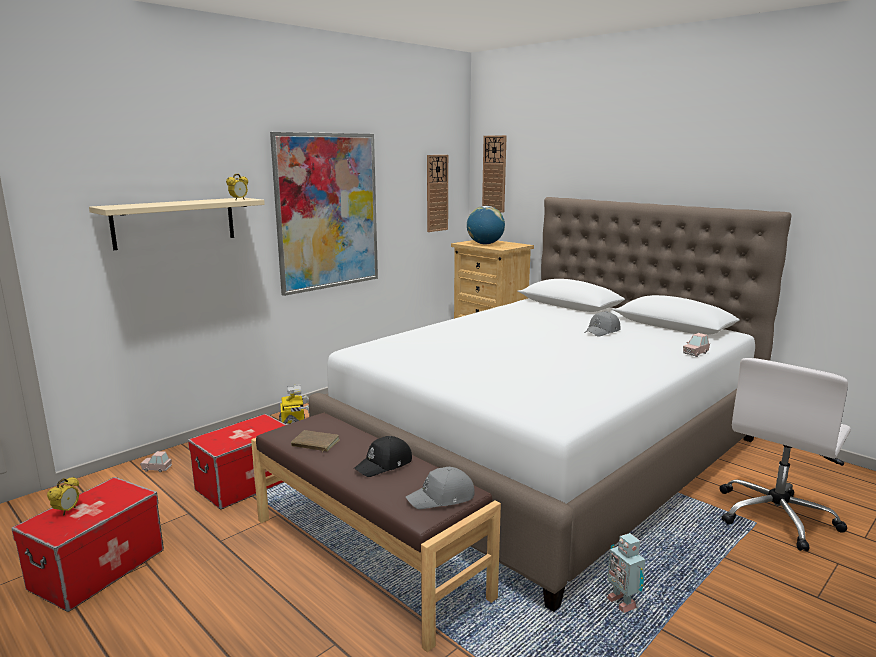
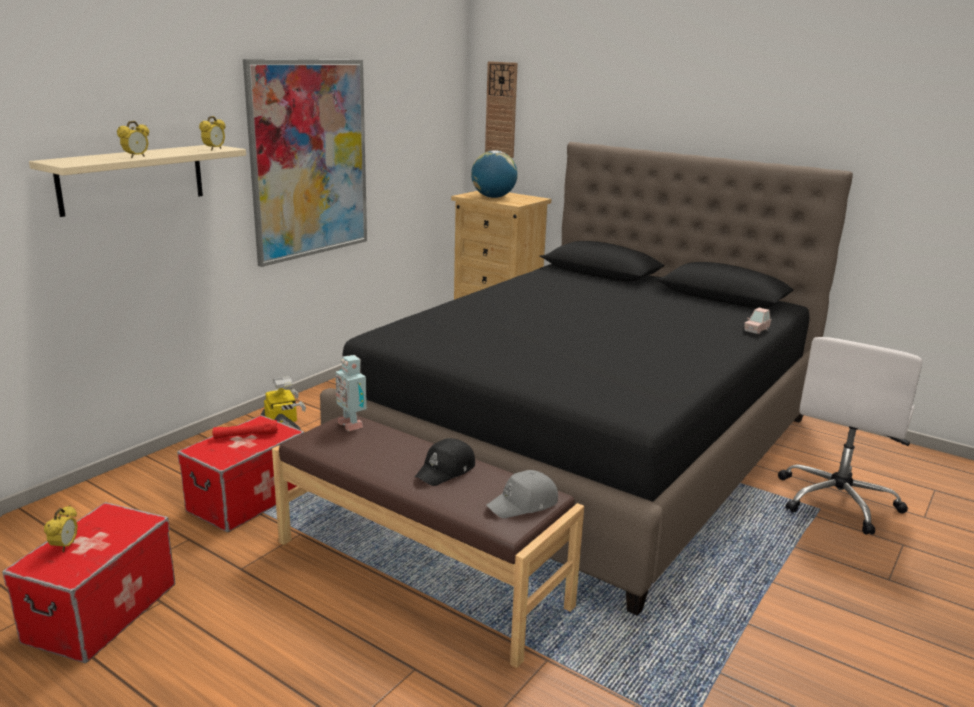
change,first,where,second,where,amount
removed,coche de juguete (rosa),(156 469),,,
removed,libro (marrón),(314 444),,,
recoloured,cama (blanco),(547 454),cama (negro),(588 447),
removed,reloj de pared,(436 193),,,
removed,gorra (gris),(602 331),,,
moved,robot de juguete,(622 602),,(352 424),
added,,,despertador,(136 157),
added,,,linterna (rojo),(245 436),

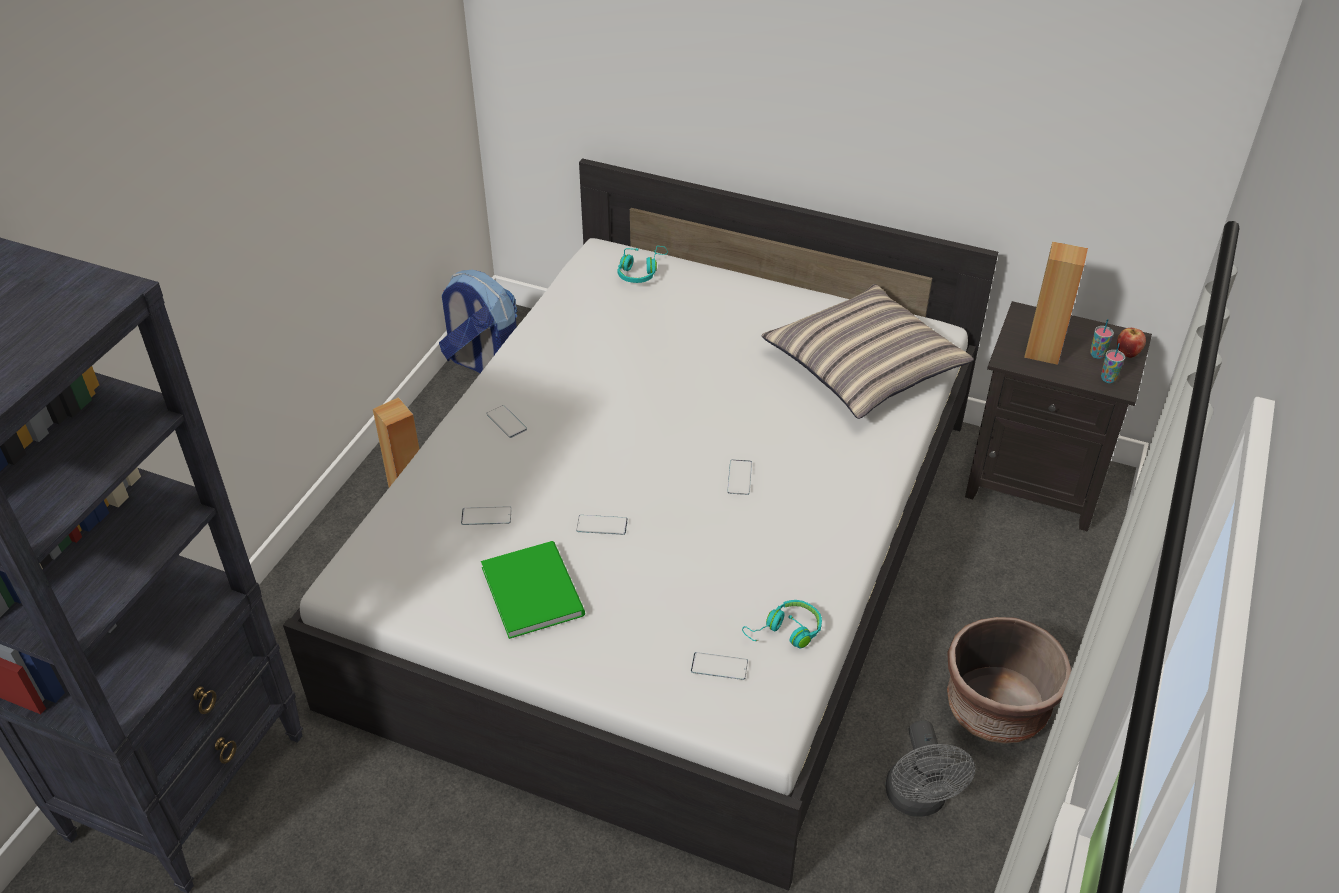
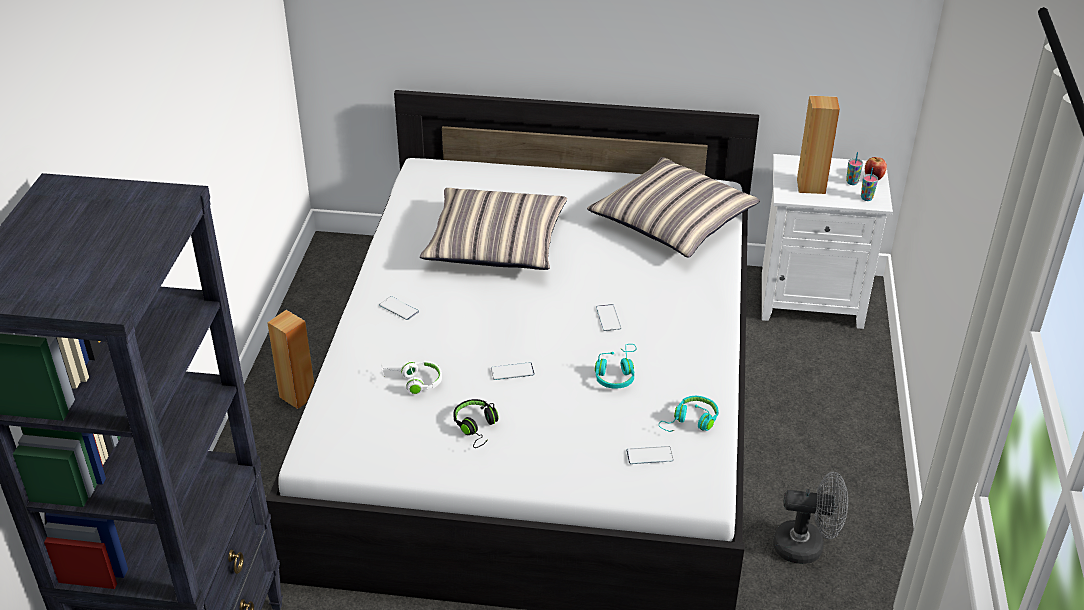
change,first,where,second,where,amount
removed,mochila,(484 366),,,
replaced,móvil,(486 516),auriculares (blanco),(413 382),
replaced,libro (verde),(534 588),auriculares (negro),(477 427),
moved,auriculares (turquesa),(641 271),,(616 374),
turned,ventilador (gris),(918 801),,(807 546),60 degrees counterclockwise
removed,maceta (marrón),(995 709),,,
recoloured,mesita de noche (negro),(1037 481),mesita de noche (blanco),(813 299),
added,,,cojín,(496 243),

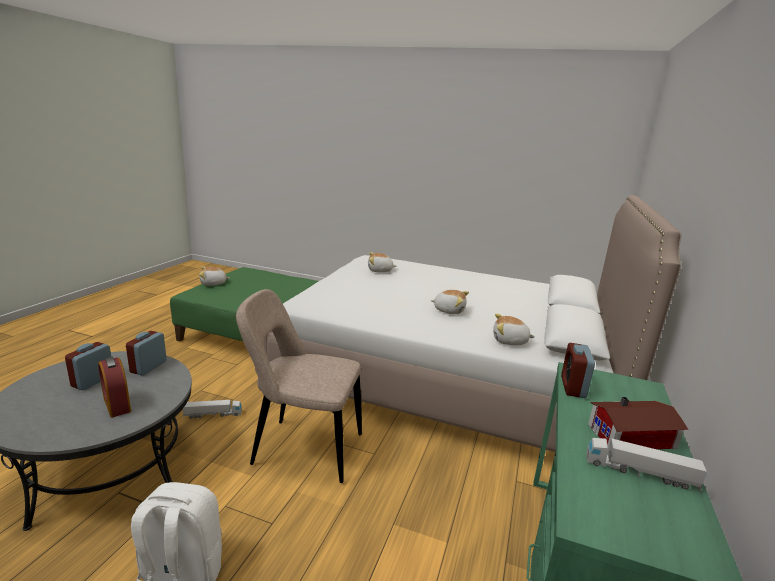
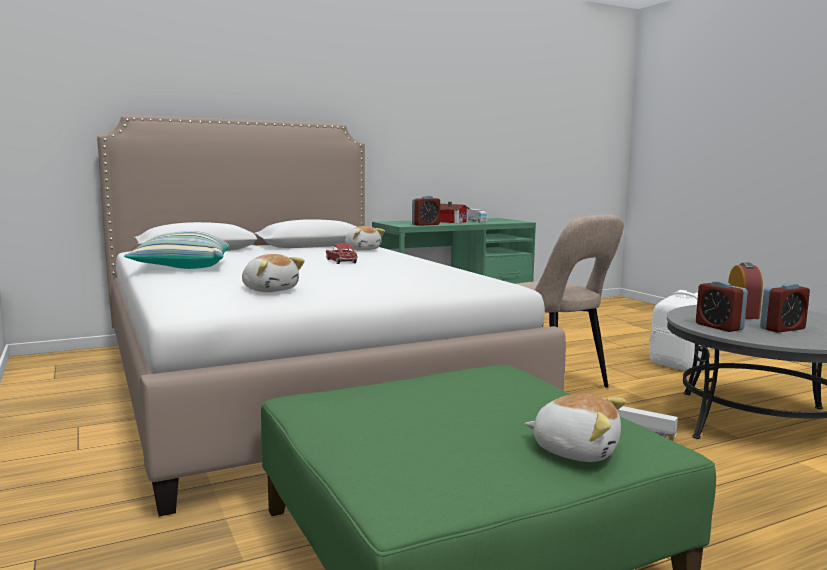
change,first,where,second,where,amount
turned,despertador,(148 367),,(719 327),90 degrees clockwise
replaced,peluche,(449 310),coche de juguete,(341 261),
added,,,cojín,(182 268),

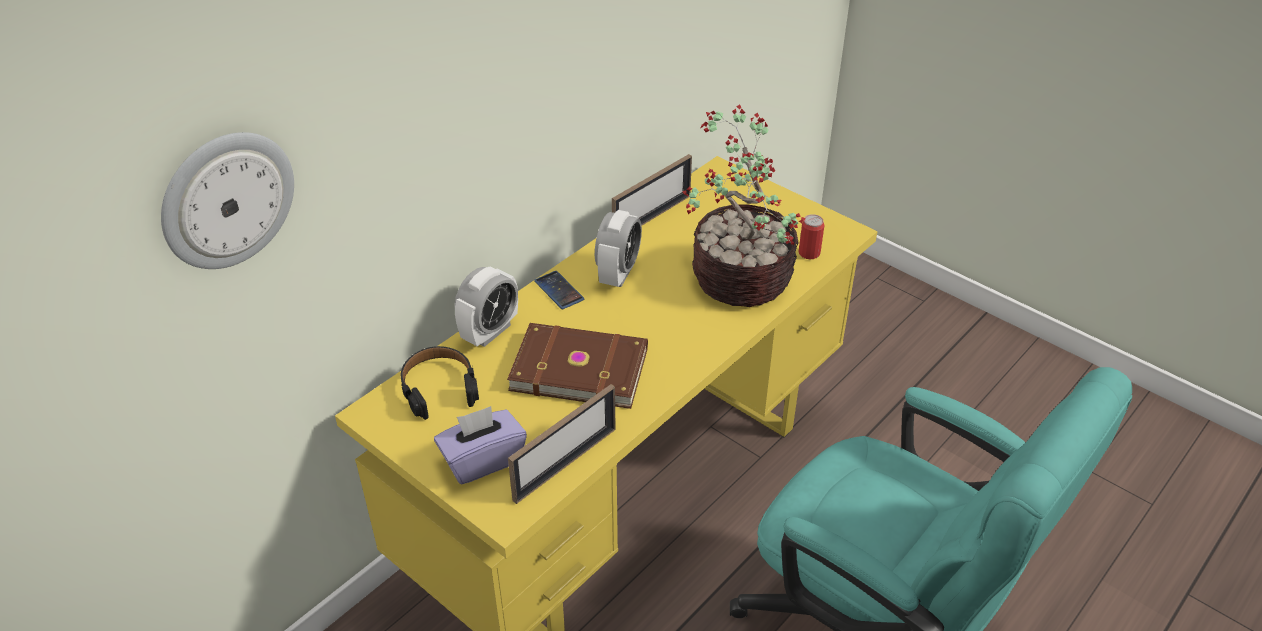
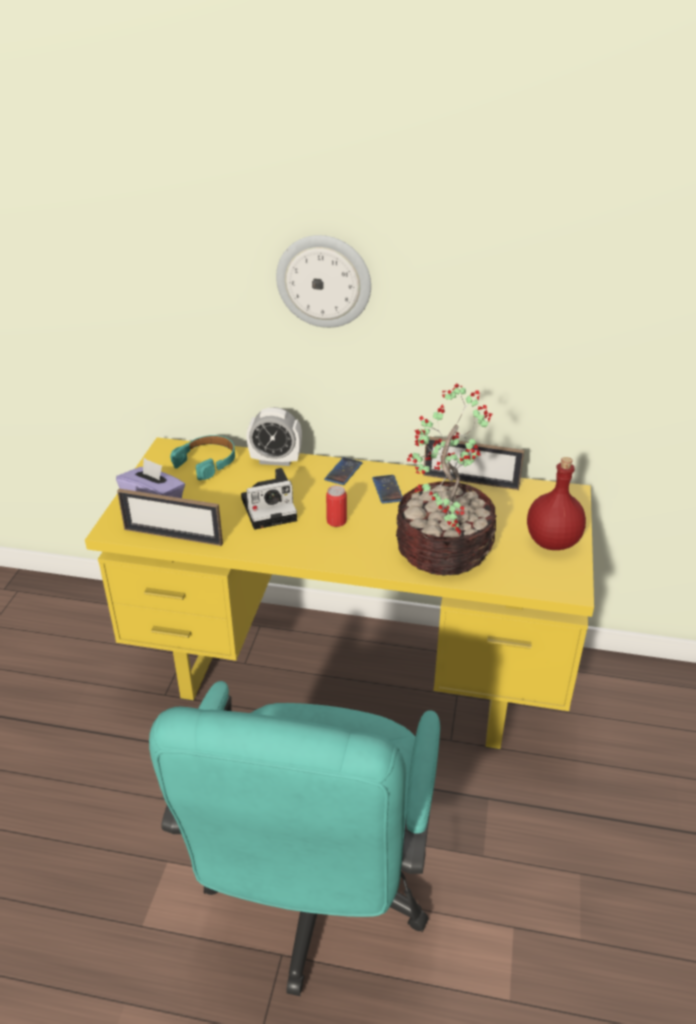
change,first,where,second,where,amount
moved,reloj de pared,(227 199),,(324 281),
recoloured,auriculares (negro),(439 388),auriculares (turquesa),(207 462),
replaced,libro (marrón),(579 367),cámara,(271 508),
replaced,despertador,(618 273),móvil,(387 489),
moved,lata,(809 253),,(336 521),
added,,,botella (rojo),(552 541),

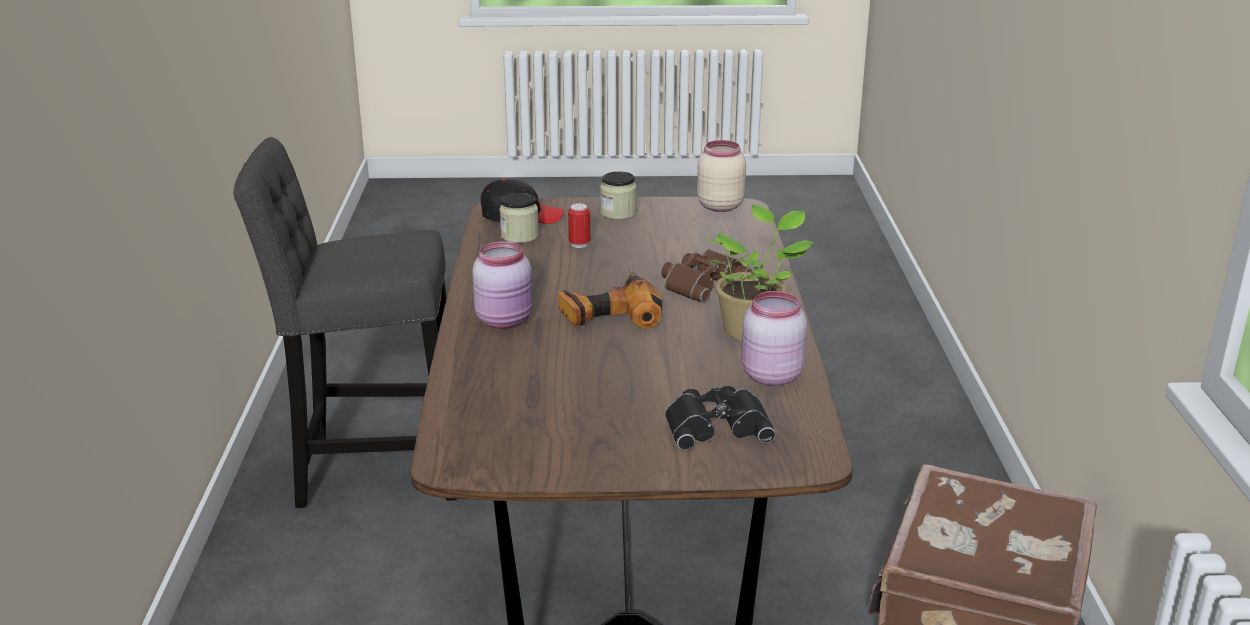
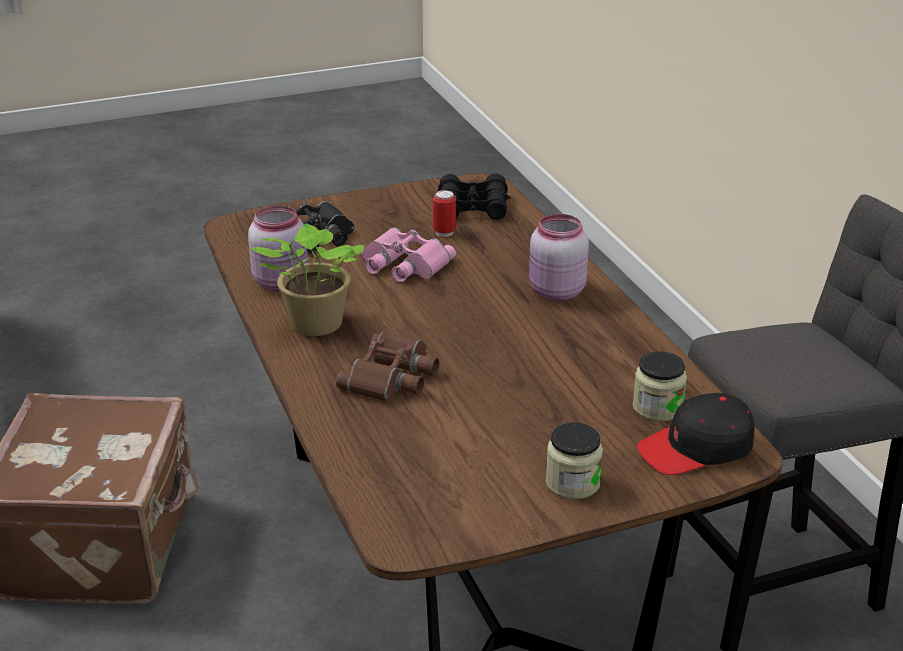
change,first,where,second,where,amount
removed,taladro,(608 312),,,
moved,lata,(579 244),,(444 232),
removed,tarro (beis),(719 206),,,
added,,,prismáticos (rosa),(403 264),
added,,,prismáticos (negro),(473 207),

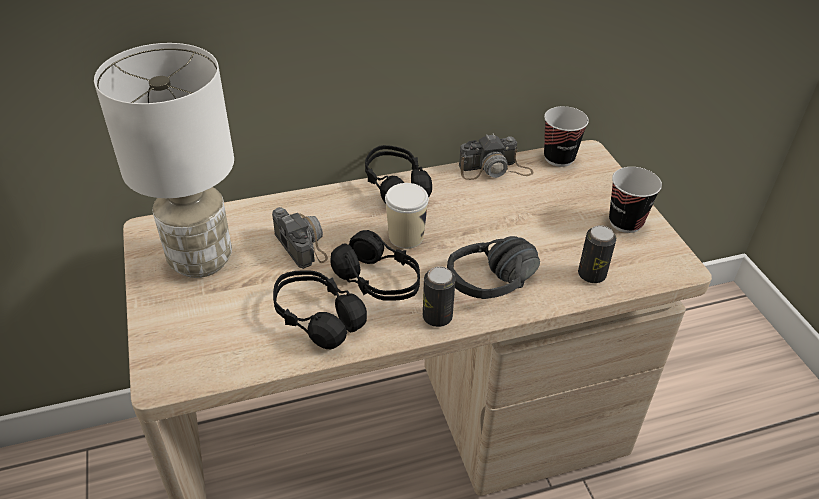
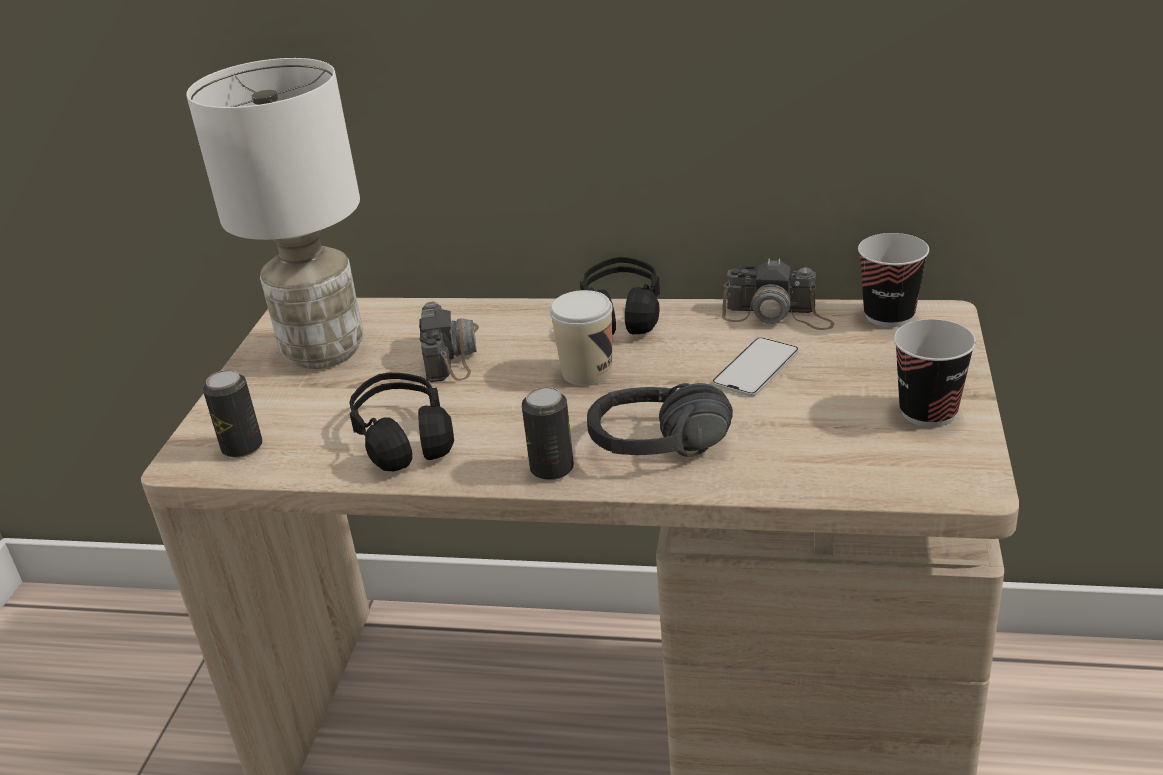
change,first,where,second,where,amount
removed,auriculares (negro),(378 281),,,
moved,lata,(591 275),,(242 447),
added,,,móvil,(756 368),

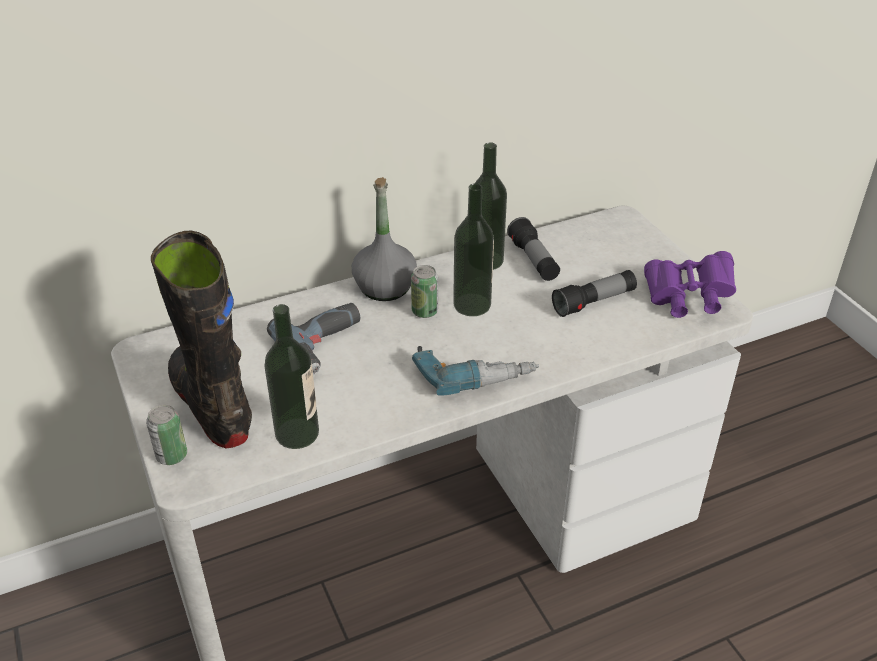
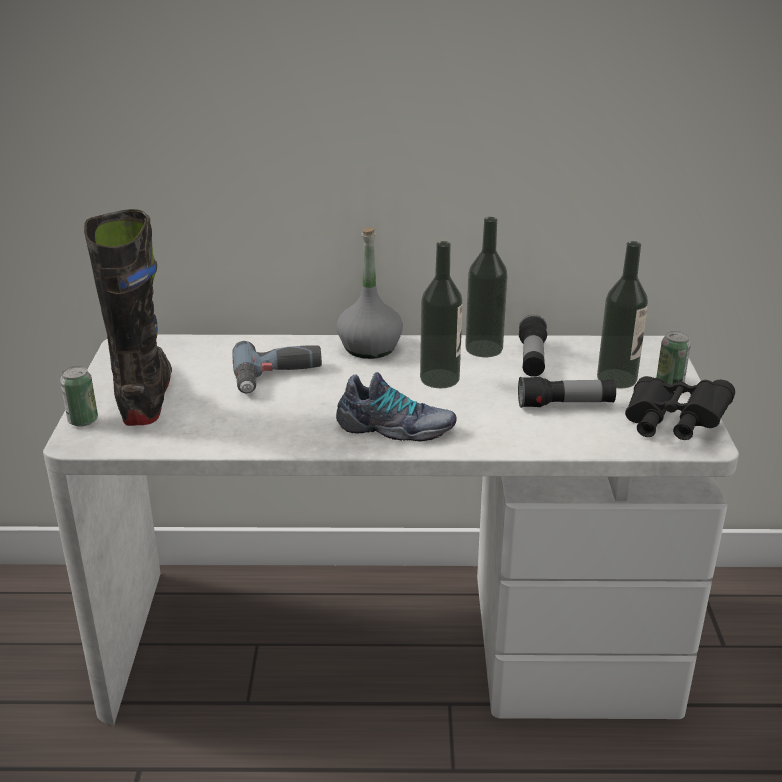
change,first,where,second,where,amount
moved,botella,(297 433),,(616 379),
moved,lata,(424 311),,(669 383),
replaced,taladro,(474 372),zapato,(395 429),
recoloured,prismáticos (morado),(687 298),prismáticos (negro),(672 424),

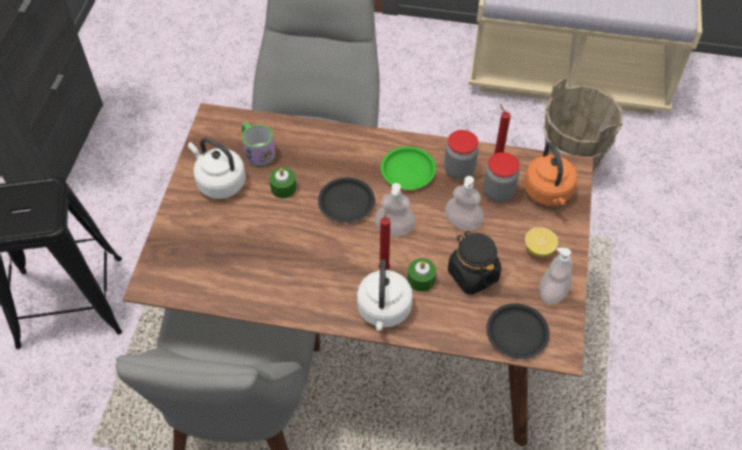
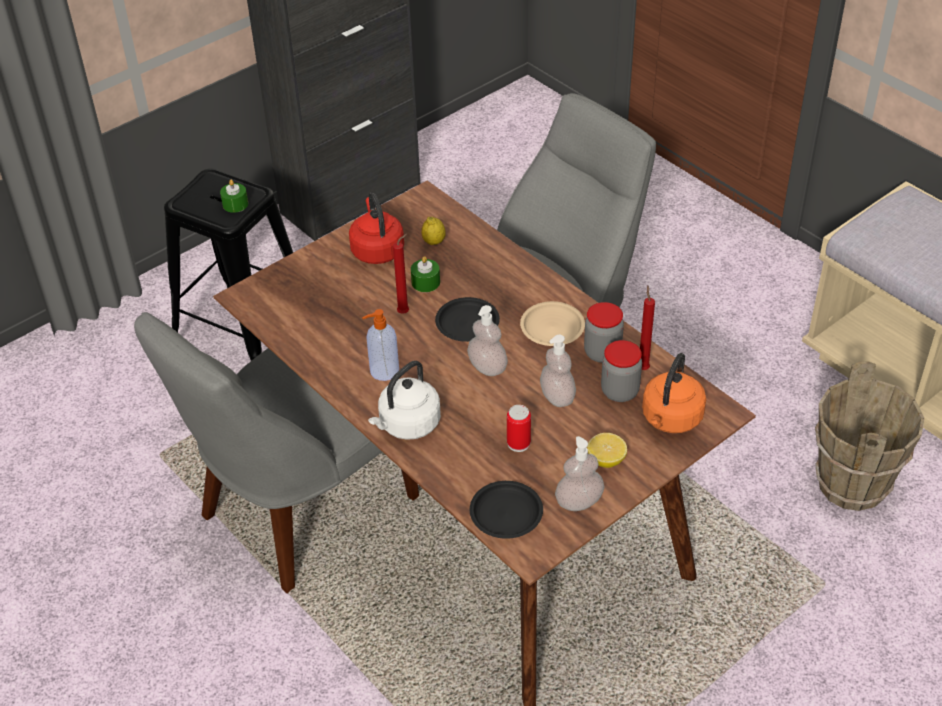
change,first,where,second,where,amount
recoloured,hervidor (blanco),(219 182),hervidor (rojo),(377 250),
replaced,taza grande,(257 151),limón,(434 242),
moved,vela (rojo),(385 267),,(405 312),
recoloured,plato (verde),(408 171),plato (beis),(552 328),
moved,vela (verde),(421 279),,(235 204),
replaced,tarro (negro),(472 274),lata,(518 443),
added,,,dispensador de jabón,(383 371),

